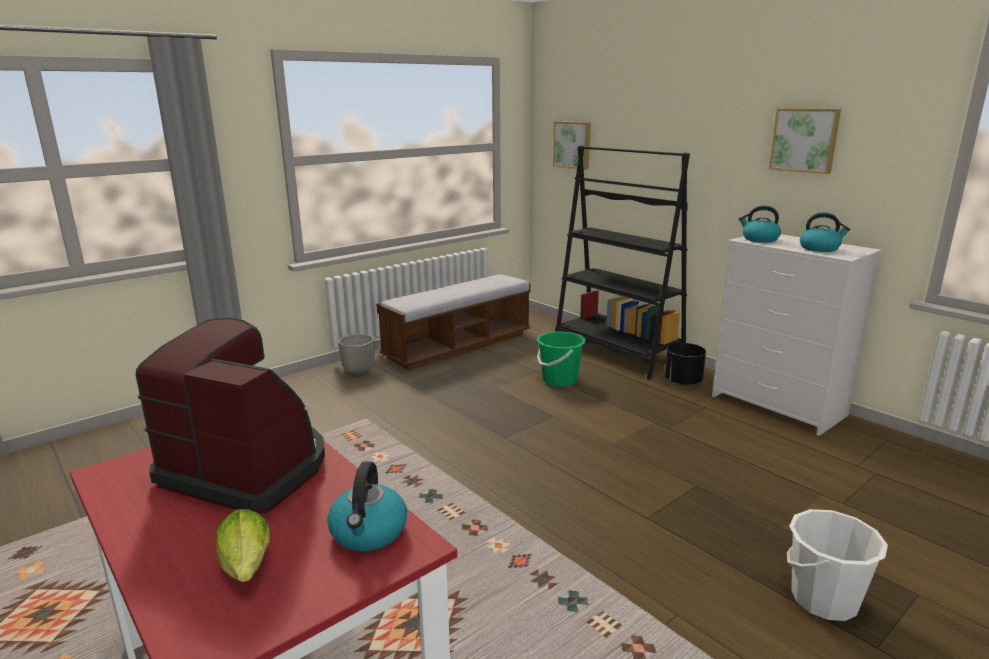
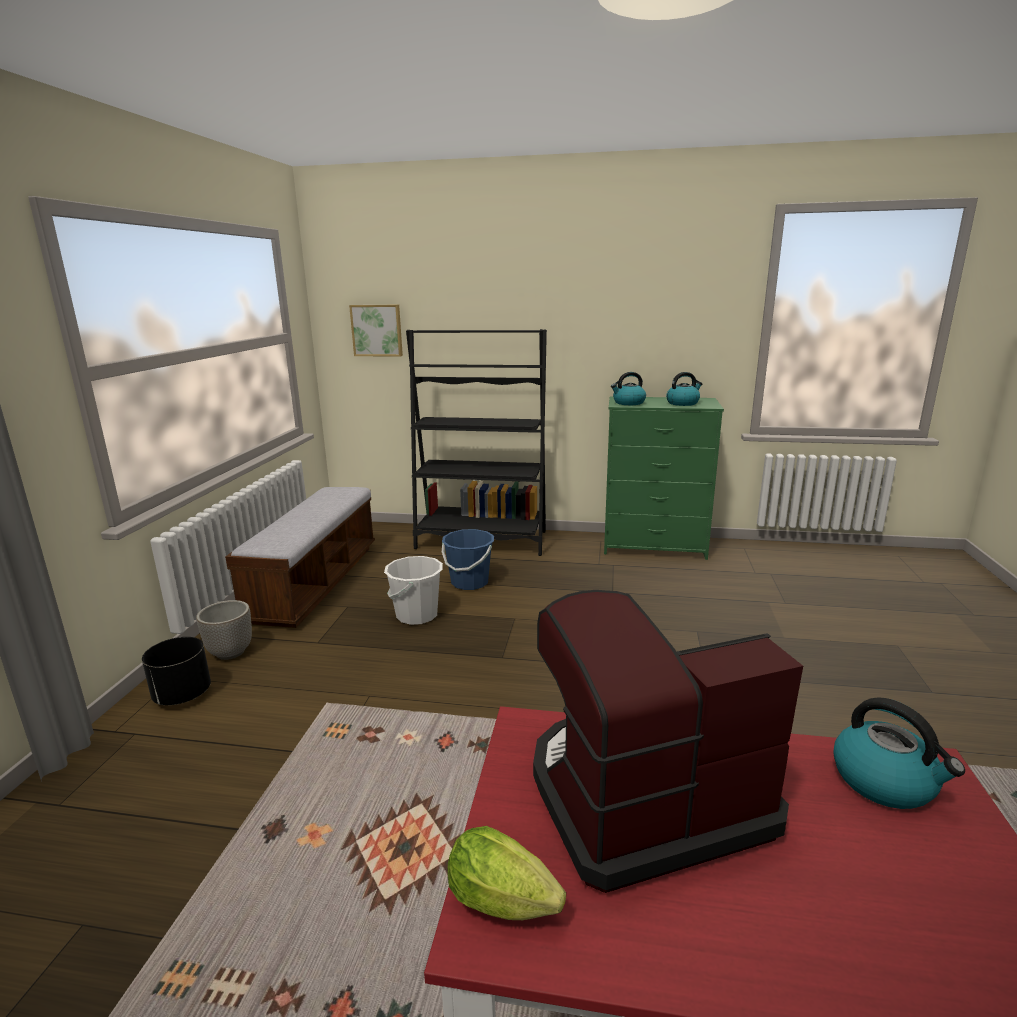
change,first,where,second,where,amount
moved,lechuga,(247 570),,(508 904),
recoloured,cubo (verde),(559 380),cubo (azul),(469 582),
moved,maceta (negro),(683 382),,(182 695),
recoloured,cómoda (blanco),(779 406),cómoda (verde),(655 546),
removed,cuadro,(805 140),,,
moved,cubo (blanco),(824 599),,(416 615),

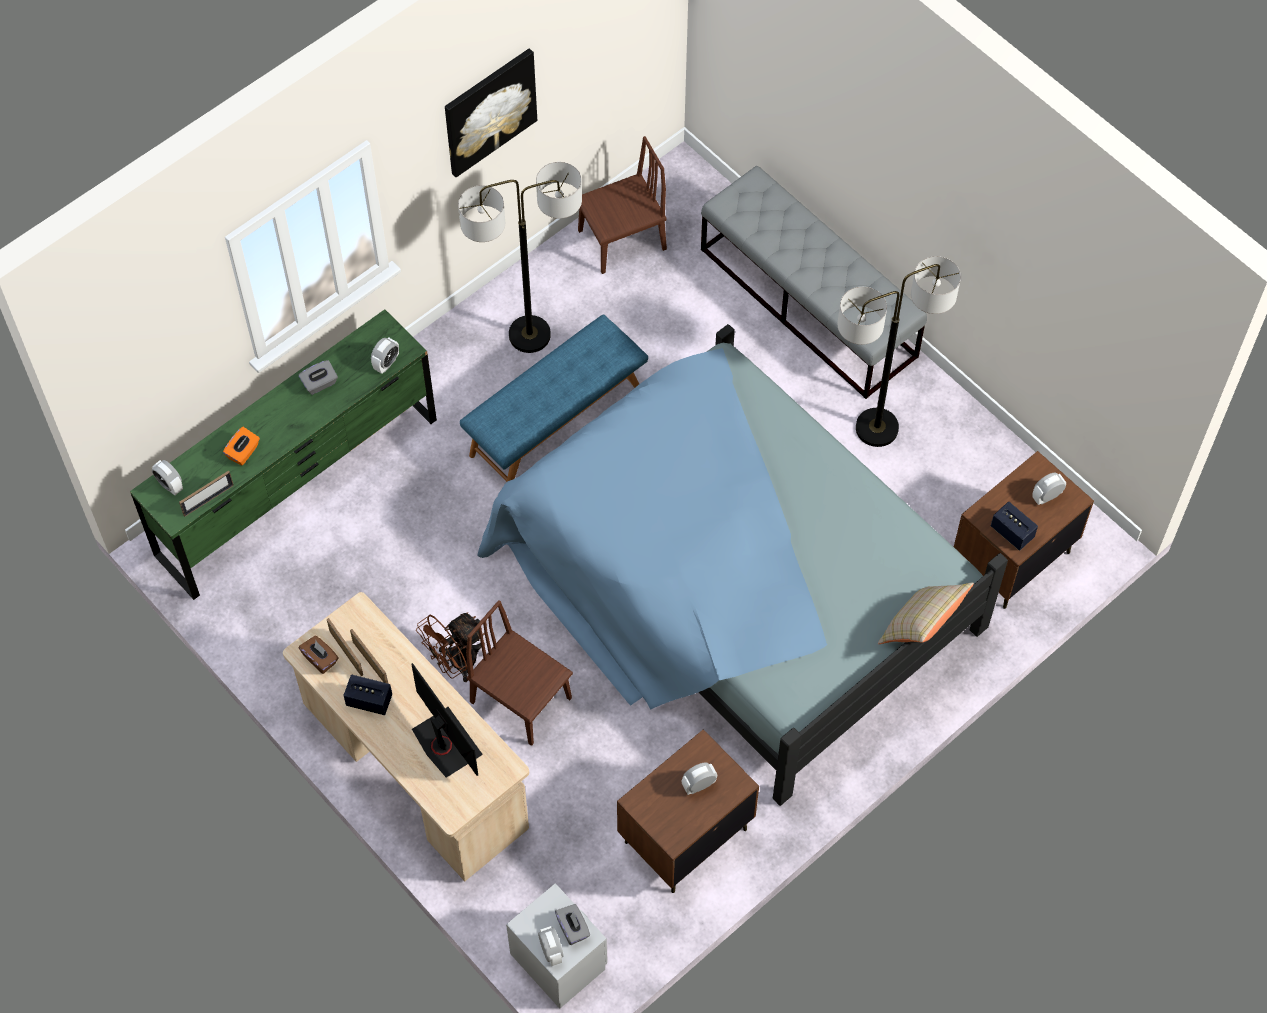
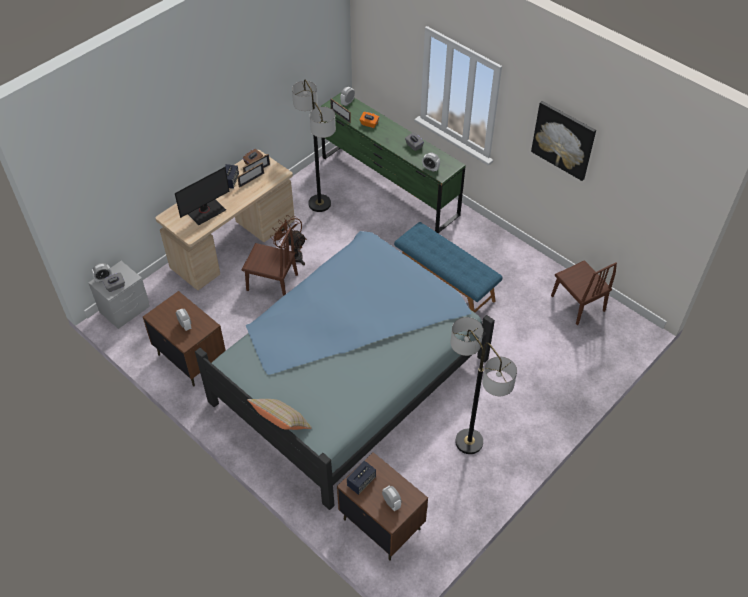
change,first,where,second,where,amount
moved,lámpara de pie,(530 335),,(319 204),
turned,silla (marrón),(521 700),,(272 282),75 degrees clockwise
removed,banco (gris),(808 303),,,

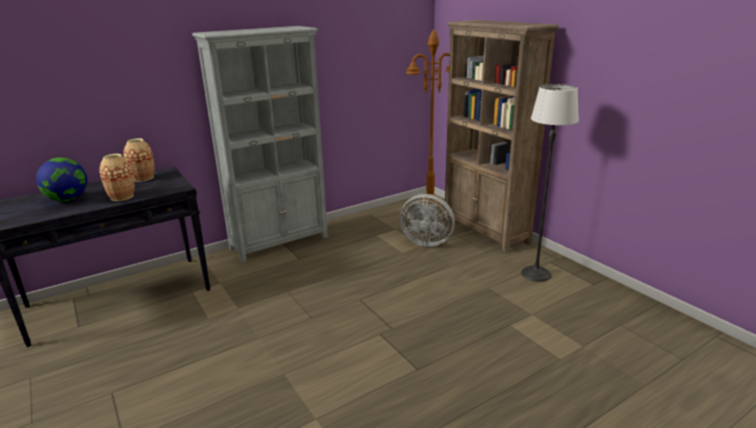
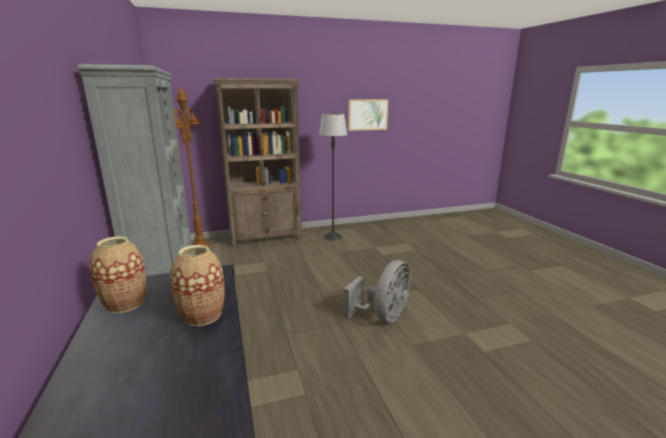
change,first,where,second,where,amount
removed,globo terráqueo,(68 199),,,
moved,ventilador (gris),(426 241),,(383 316),
added,,,cuadro,(367 115),

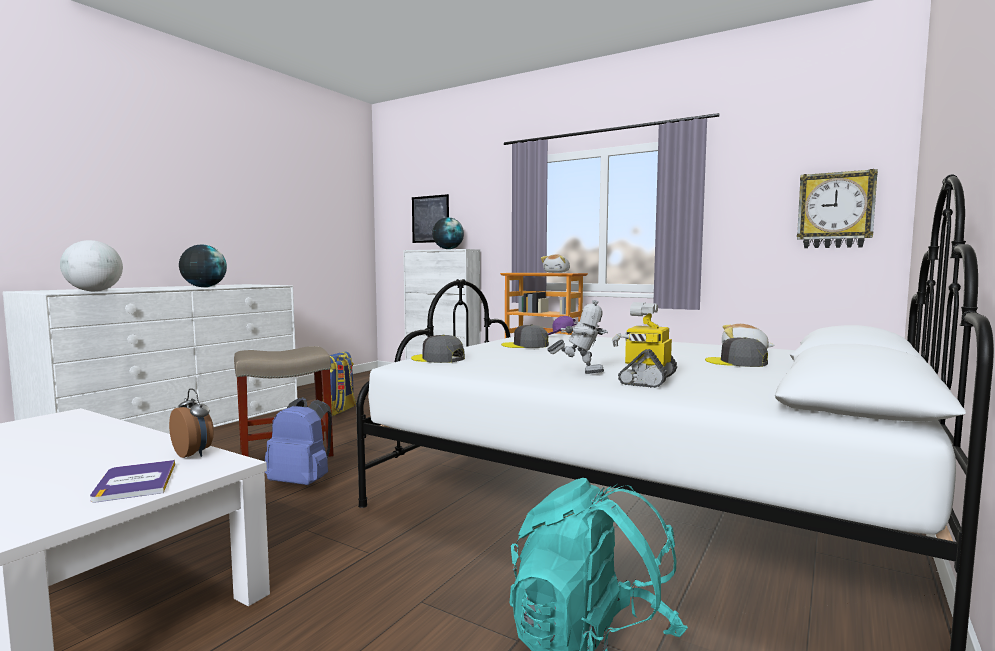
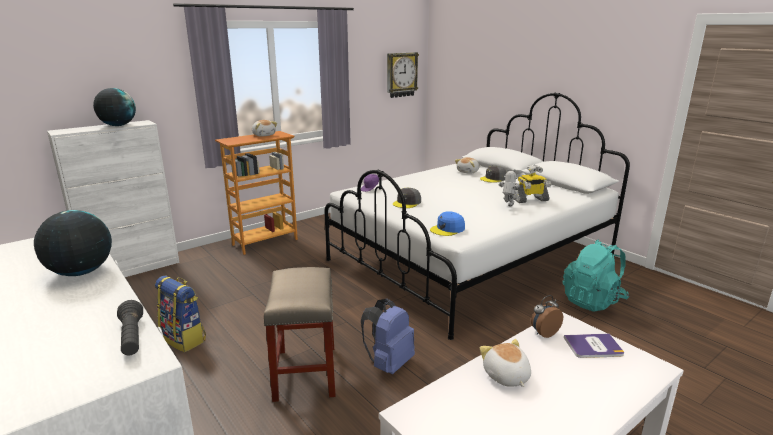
change,first,where,second,where,amount
replaced,globo terráqueo,(94 291),linterna (negro),(132 338),
recoloured,gorra (gris),(438 359),gorra (azul),(447 229),
removed,cuadro,(430 219),,,
turned,robot de juguete,(646 380),,(529 200),60 degrees counterclockwise
added,,,peluche,(506 376),

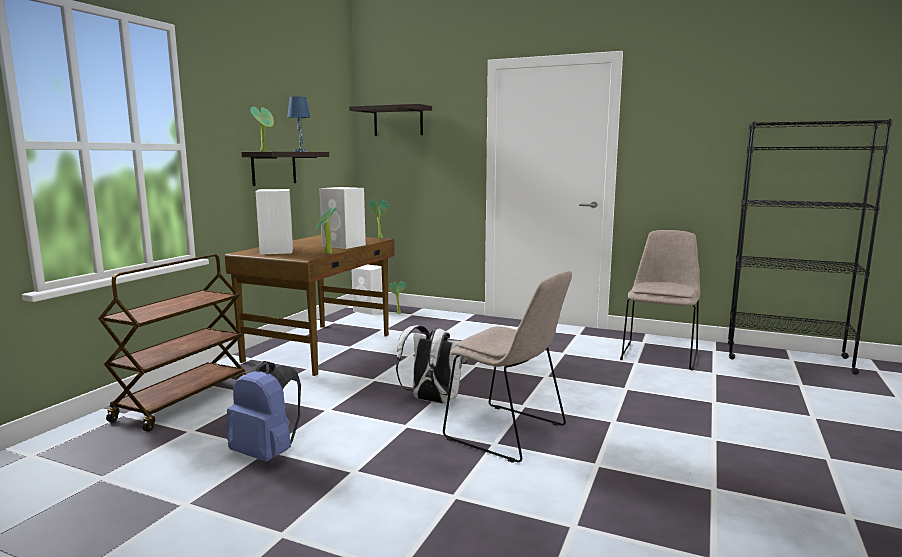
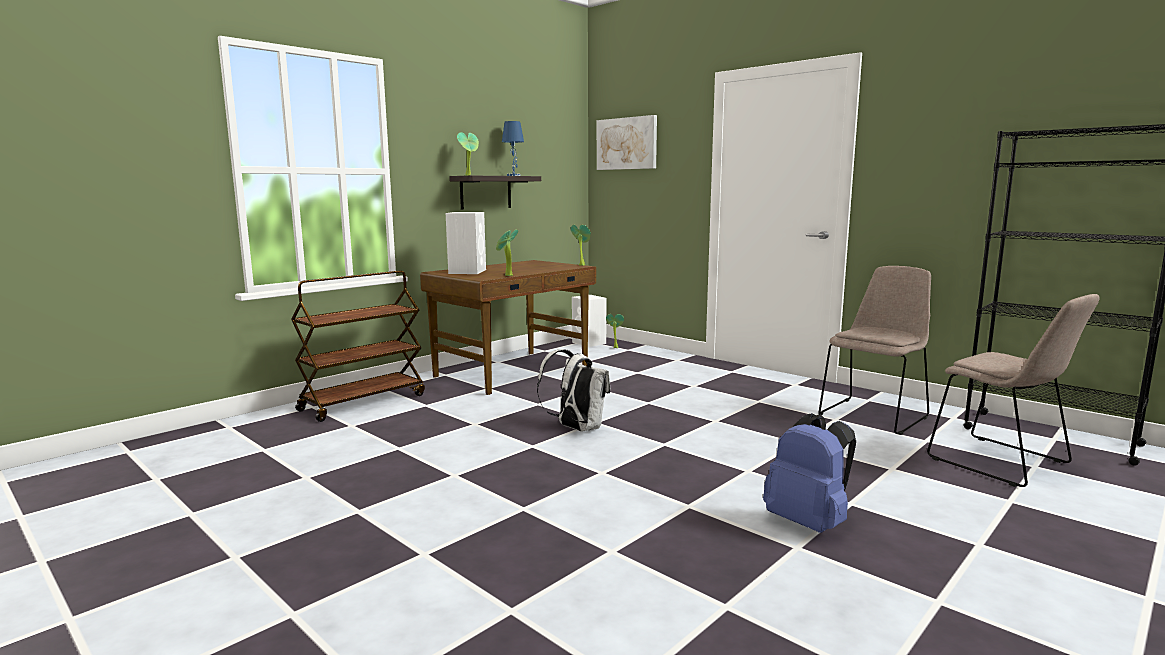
change,first,where,second,where,amount
moved,mochila (azul),(267 454),,(809 523),
removed,altavoz (blanco),(344 245),,,
replaced,estante,(398 121),cuadro,(627 143),
moved,silla (beis),(509 433),,(1002 462),

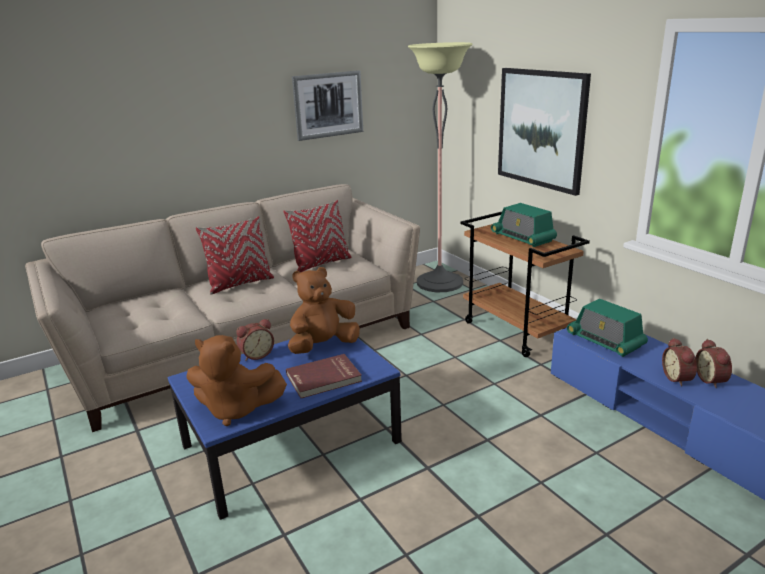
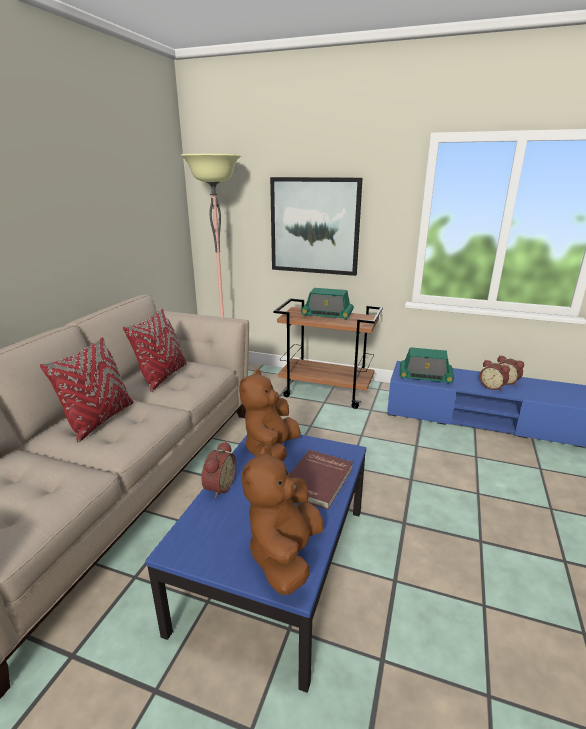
change,first,where,second,where,amount
turned,peluche (marrón),(236 409),,(285 554),135 degrees clockwise
removed,cuadro,(328 105),,,

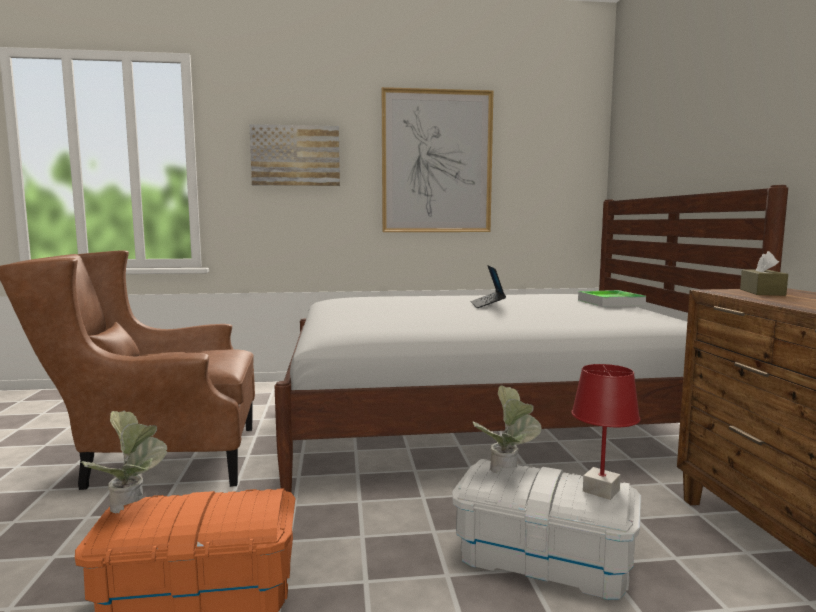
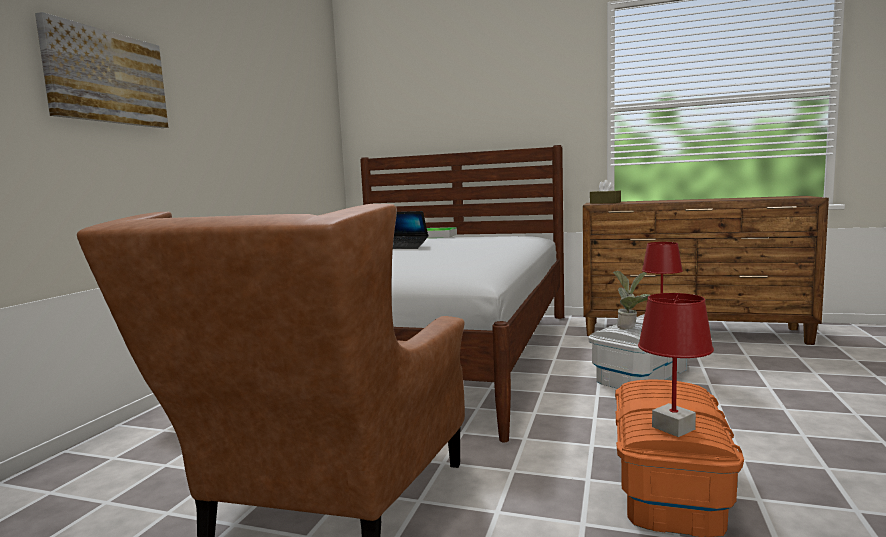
change,first,where,second,where,amount
replaced,planta en maceta,(132 509),lámpara de mesa (rojo),(672 428),
removed,cuadro,(437 162),,,

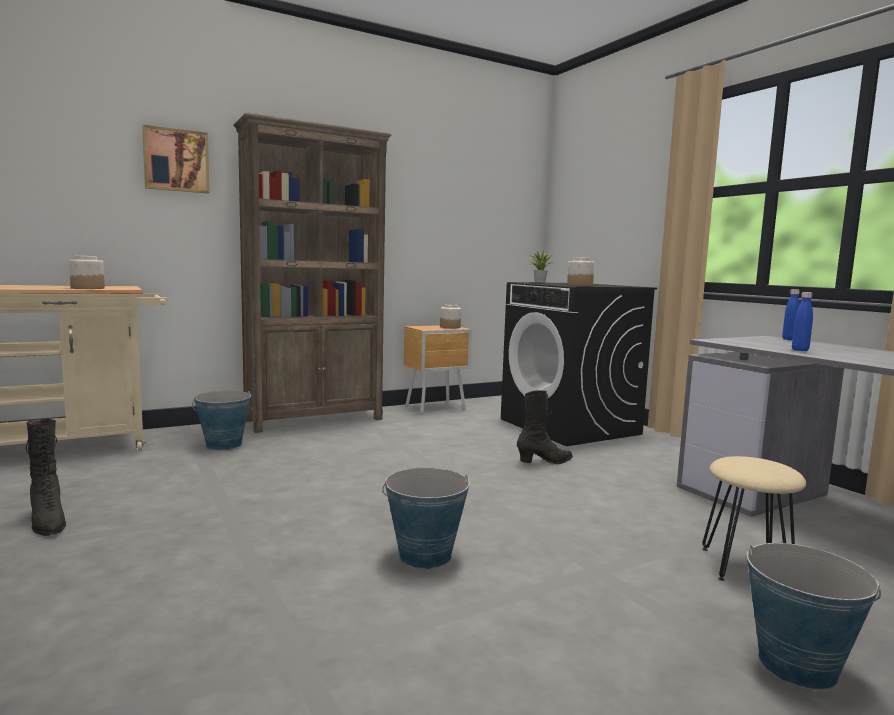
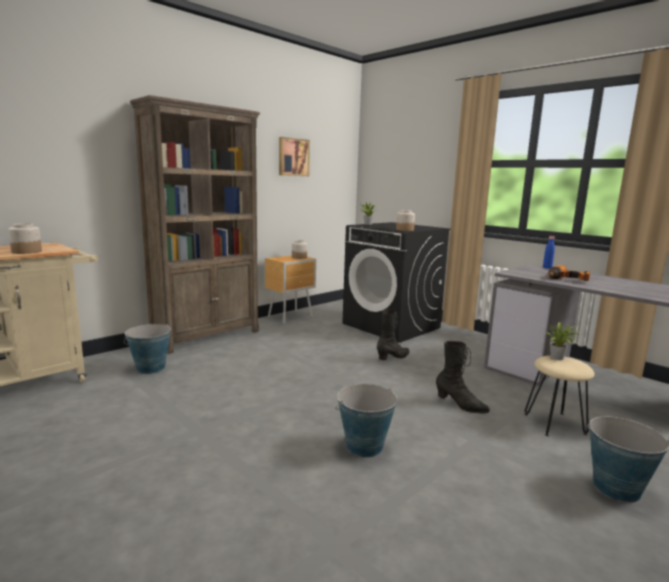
change,first,where,second,where,amount
moved,bota (negro),(47 522),,(460 405),
moved,cuadro,(176 160),,(293 157),
replaced,botella (azul),(800 350),taladro,(567 280),
added,,,planta en maceta,(558 358),

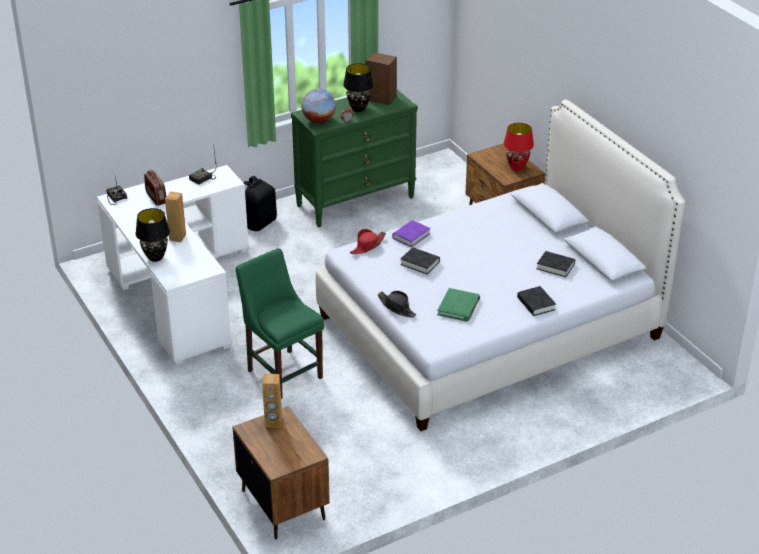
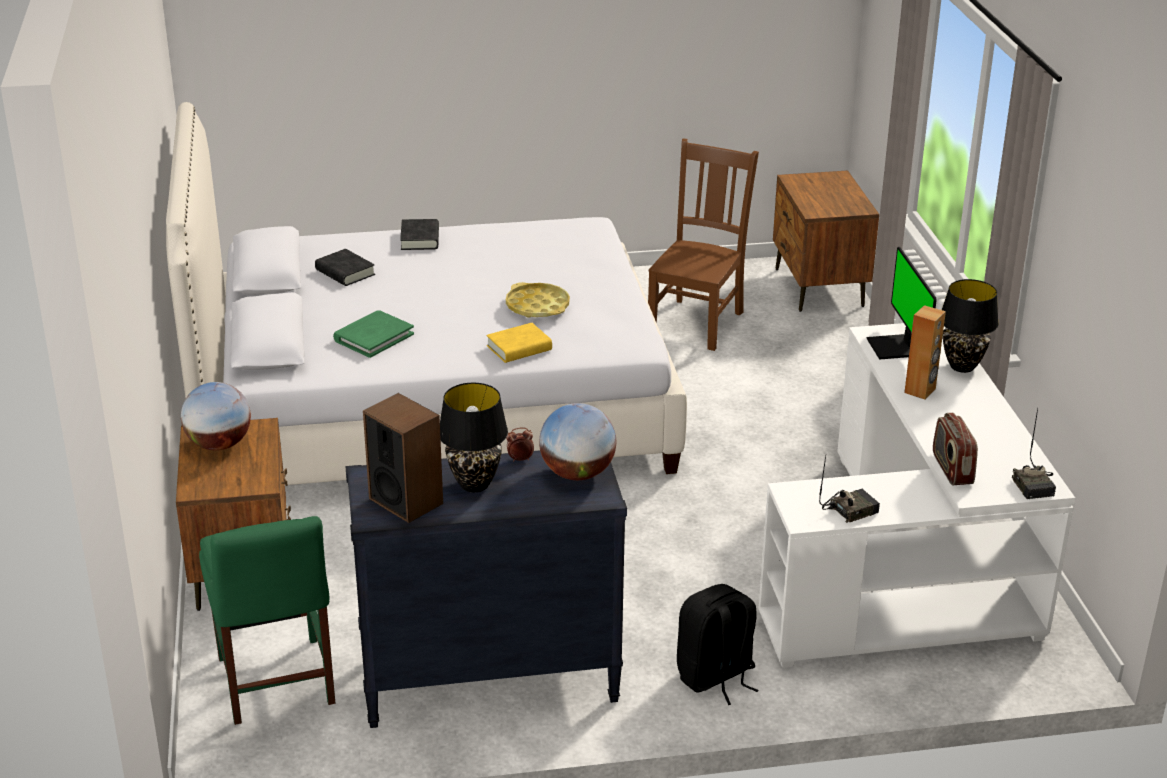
change,first,where,second,where,amount
moved,silla (verde),(283 372),,(276 685),
removed,altavoz (marrón),(273 422),,,
recoloured,cómoda (verde),(356 201),cómoda (negro),(488 682),
removed,sombrero (rojo),(368 246),,,
removed,sombrero (negro),(397 307),,,
recoloured,libro (morado),(411 236),libro (amarillo),(519 348),
replaced,libro (negro),(420 263),bandeja (amarillo),(537 306),
moved,libro (verde),(458 307),,(373 337),
replaced,lámpara de mesa (rojo),(516 167),globo terráqueo,(219 445),
added,,,silla (marrón),(697 322),
added,,,monitor,(895 348),

